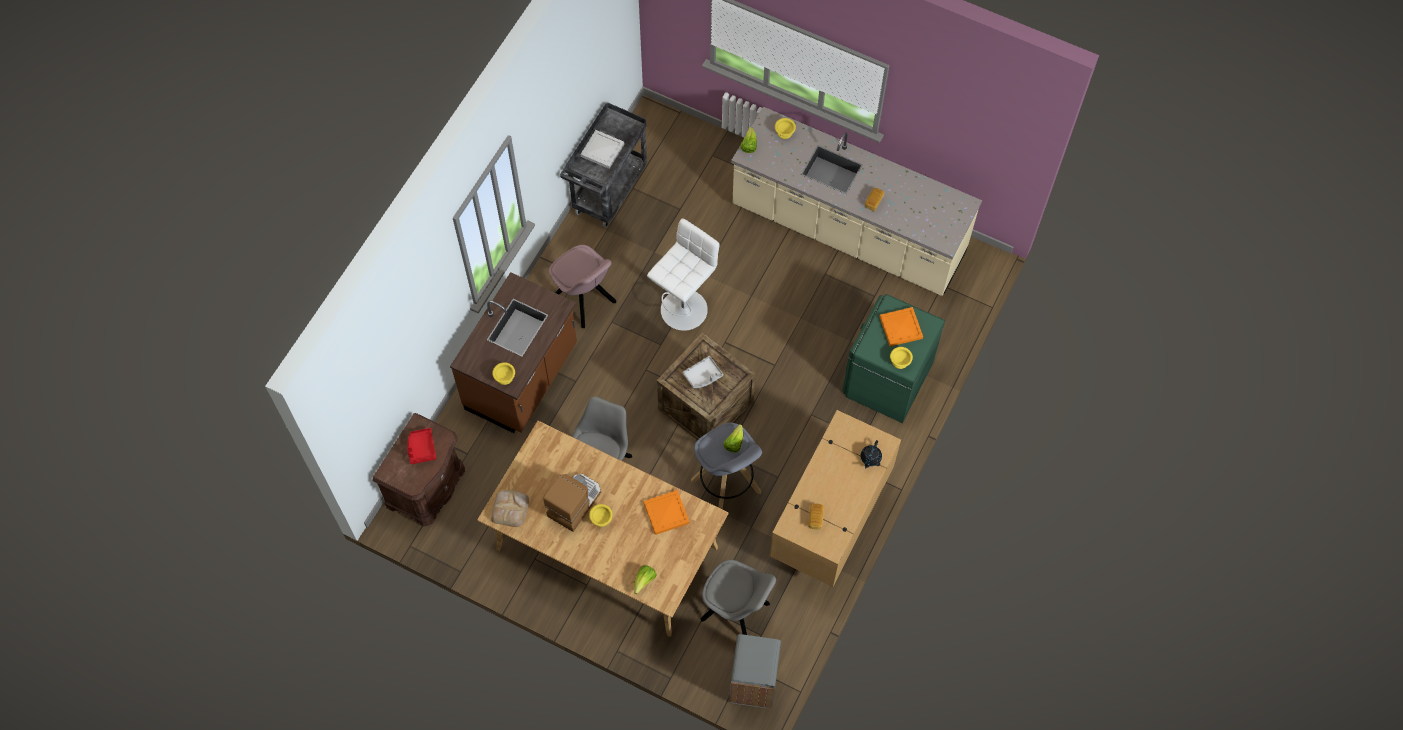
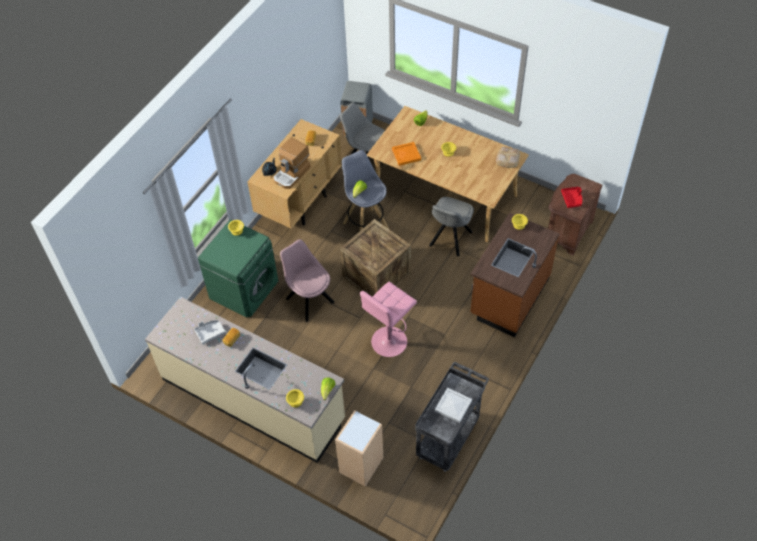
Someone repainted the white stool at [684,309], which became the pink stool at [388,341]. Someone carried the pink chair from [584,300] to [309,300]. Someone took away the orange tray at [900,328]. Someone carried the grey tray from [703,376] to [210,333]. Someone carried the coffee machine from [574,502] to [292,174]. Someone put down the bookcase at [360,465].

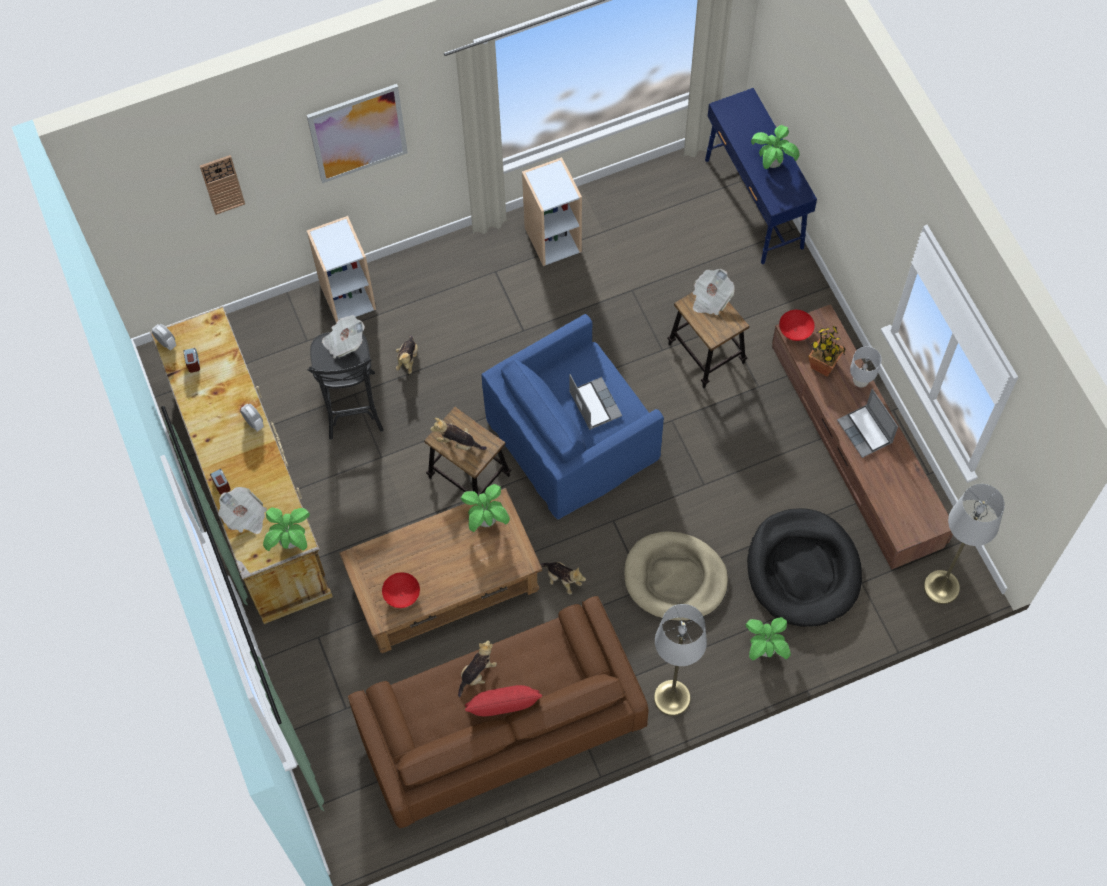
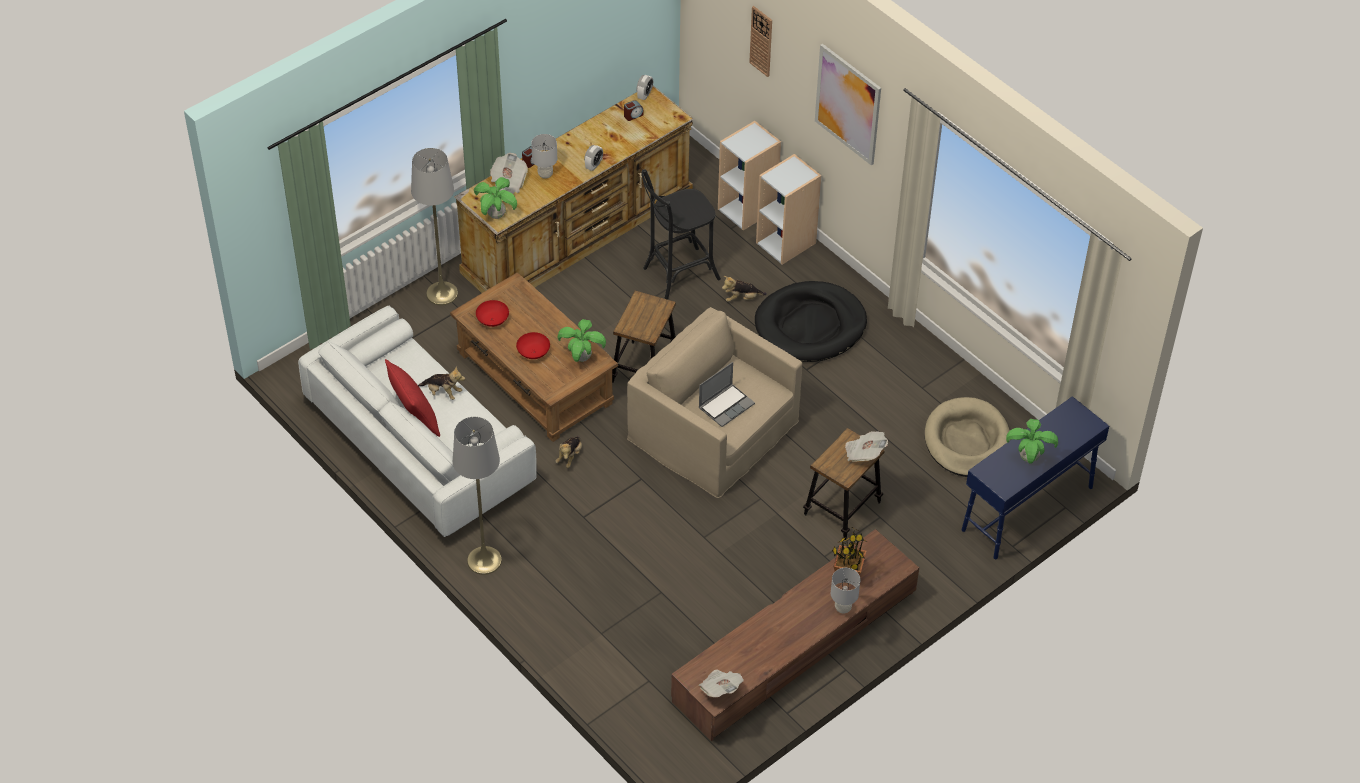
Someone carried the bookcase from [553,239] to [748,209]. Someone carried the red bowl from [794,331] to [533,352]. Someone repainted the blue armchair at [572,436], which became the beige armchair at [713,430]. Someone carried the newspaper from [344,342] to [720,689]. Someone took away the laptop at [865,432]. Someone took away the plush toy at [458,442]. Someone carried the grey floor lamp from [941,587] to [442,293]. Someone carried the black dog bed from [803,570] to [810,325]. Someone carried the beige dog bed from [675,578] to [967,441]. Someone repainted the brown sofa at [500,724], which became the white sofa at [421,447]. Someone took away the potted plant at [765,649]. Someone put down the grey table lamp at [544,175].

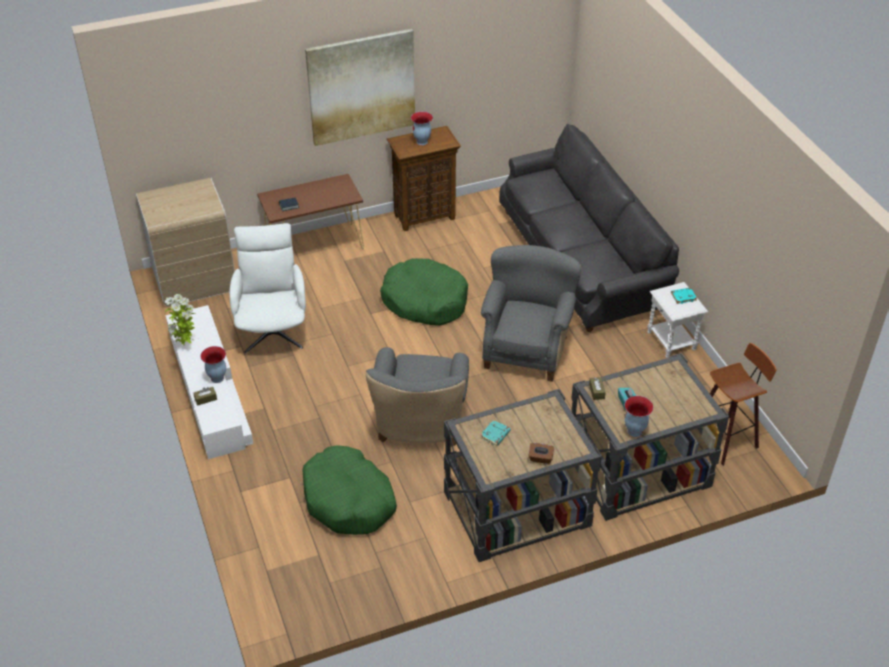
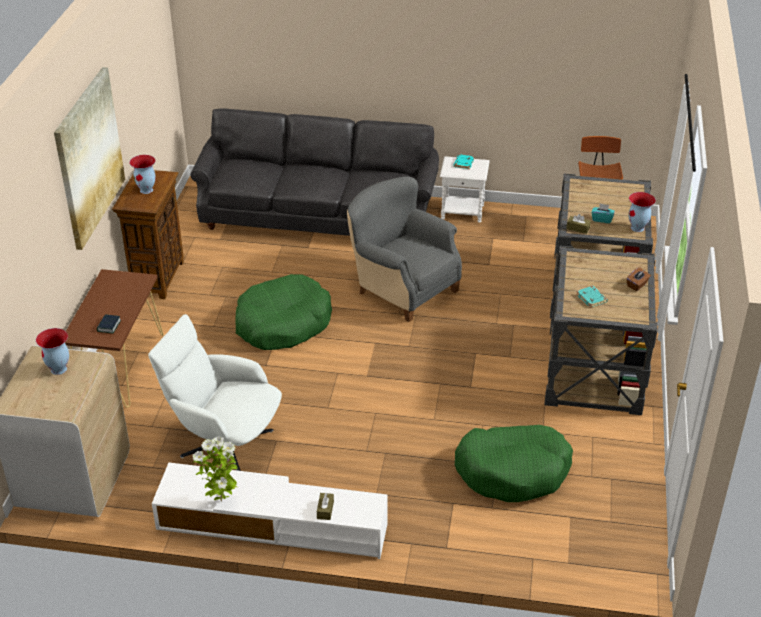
Someone carried the vase from [217,378] to [59,369]. Someone took away the grey armchair at [420,423].

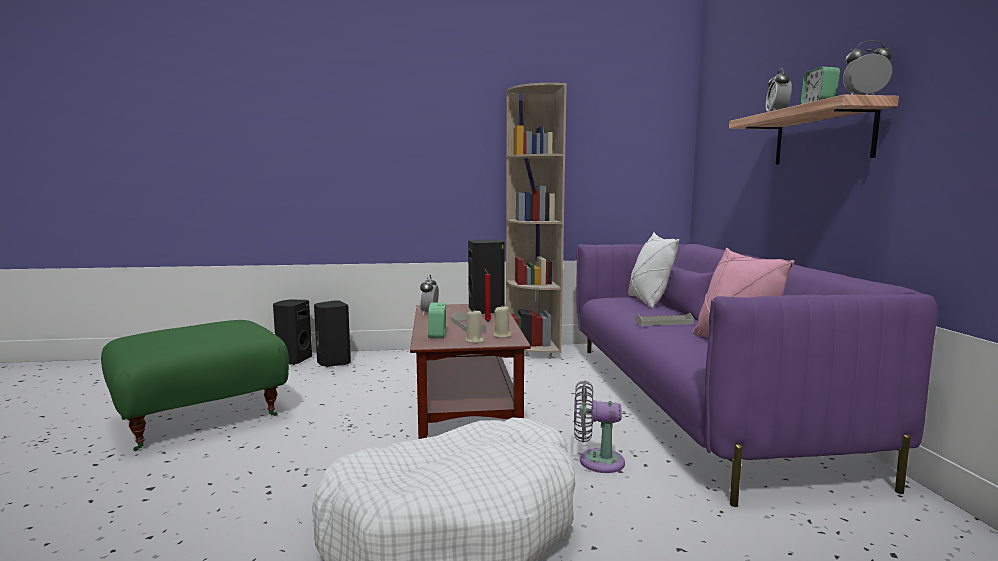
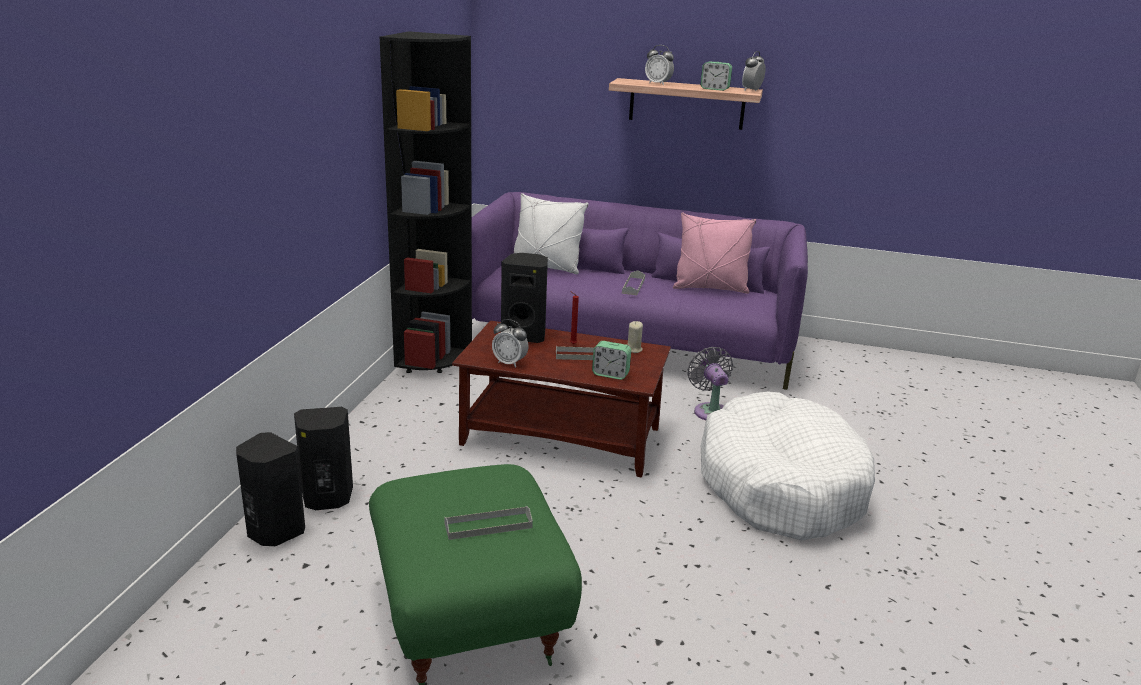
Someone repainted the beige bookcase at [534,352], which became the black bookcase at [432,365]. Someone took away the beige candle at [474,340]. Someone rotated the grey fan at [596,461] by 135 degrees clockwise. Someone put down the grey tray at [488,526].

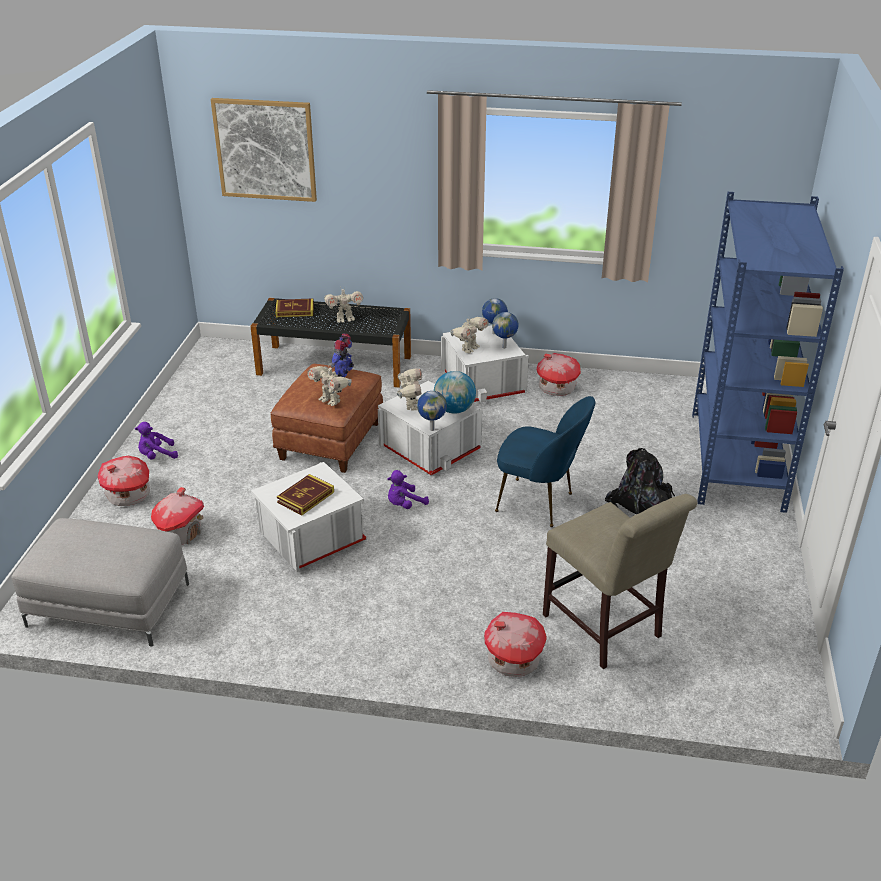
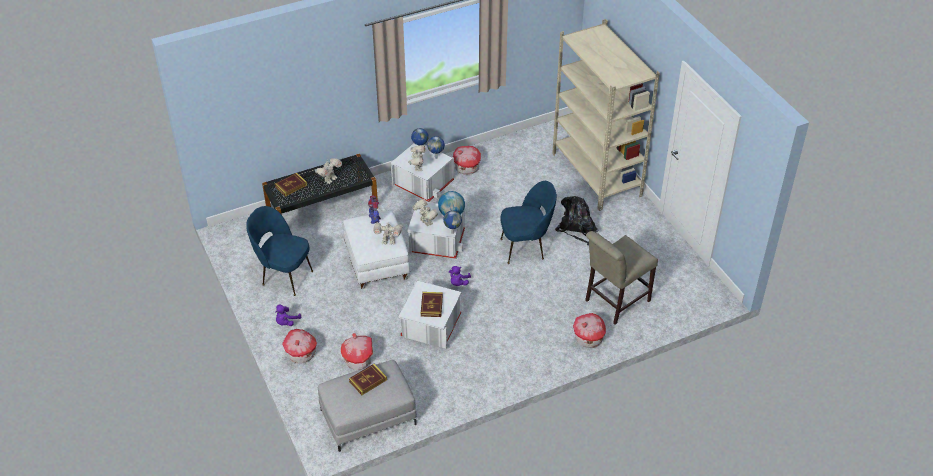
Someone took away the picture at [265,149]. Someone repainted the blue bookcase at [736,460], which became the beige bookcase at [596,174]. Someone repainted the brown ottoman at [331,442], which became the white ottoman at [378,263]. Someone rotated the beige chair at [605,630] by 120 degrees clockwise. Someone put down the blue chair at [284,277]. Someone put down the book at [368,381].

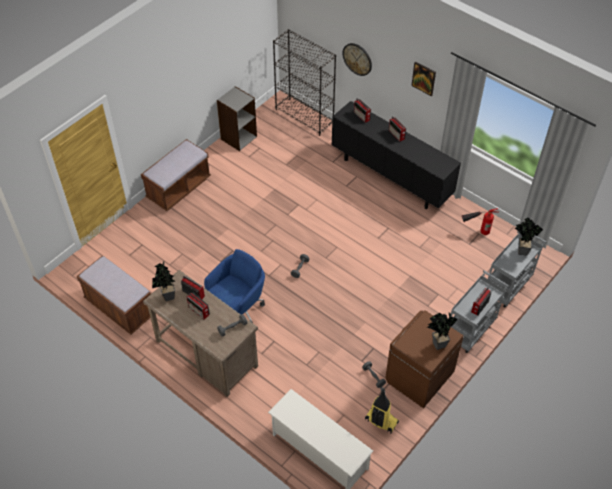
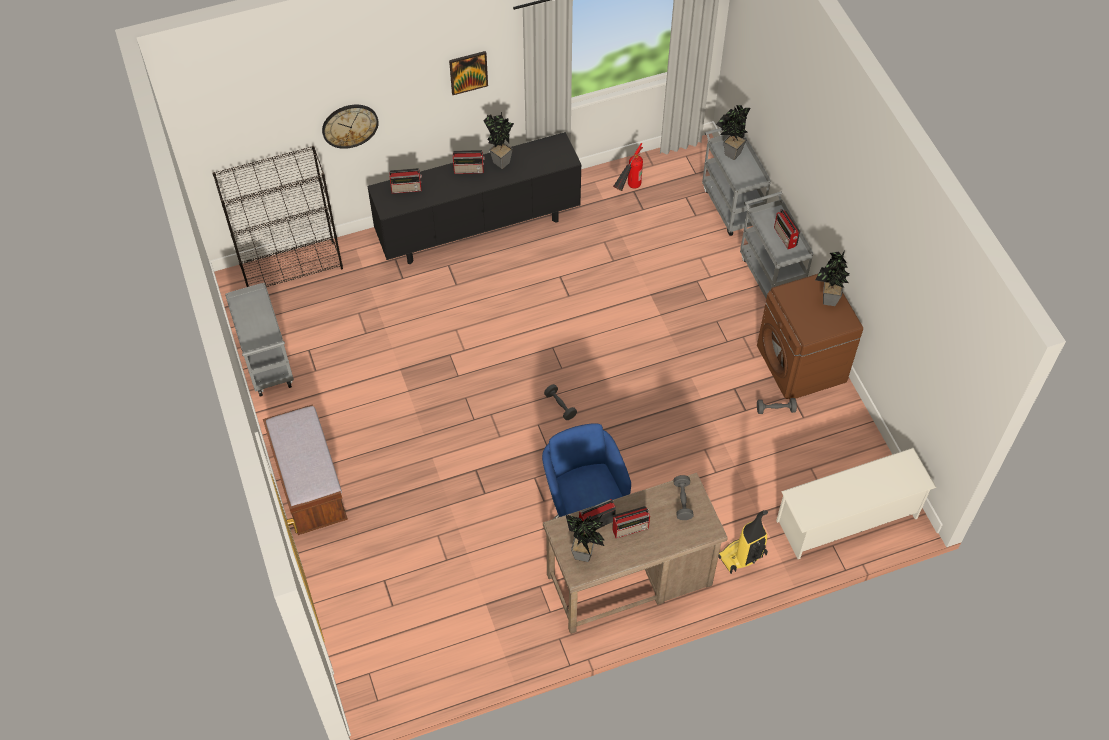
Someone swapped the grey bookcase at [238,137] for the grey cart at [268,366]. Someone took away the brown bench at [120,308]. Someone carried the vacuum cleaner from [380,421] to [742,556]. Someone put down the potted plant at [500,160].

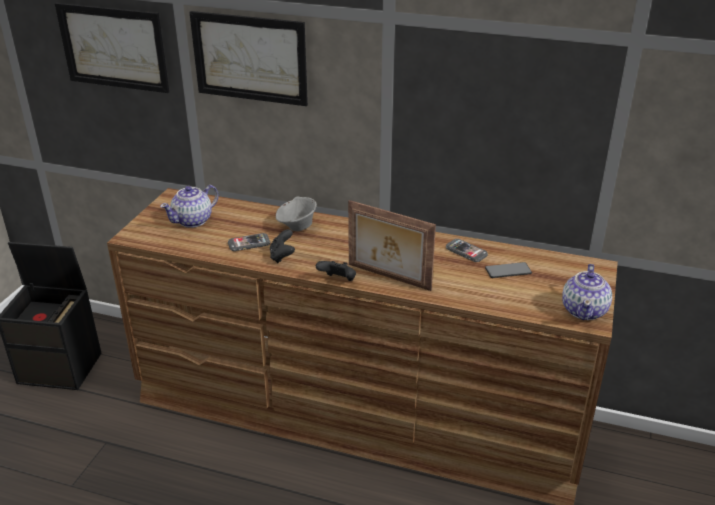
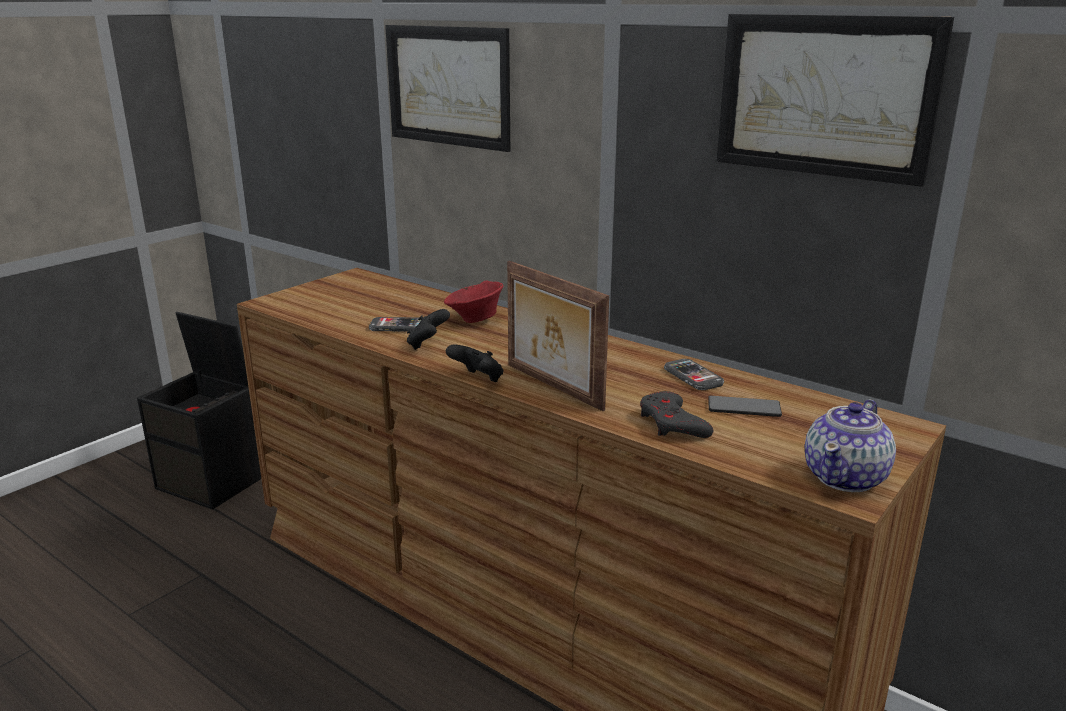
Someone carried the picture from [113,47] to [824,96]. Someone took away the teapot at [193,221]. Someone repainted the grey bowl at [297,227], which became the red bowl at [475,320]. Someone put down the grey game controller at [672,423].

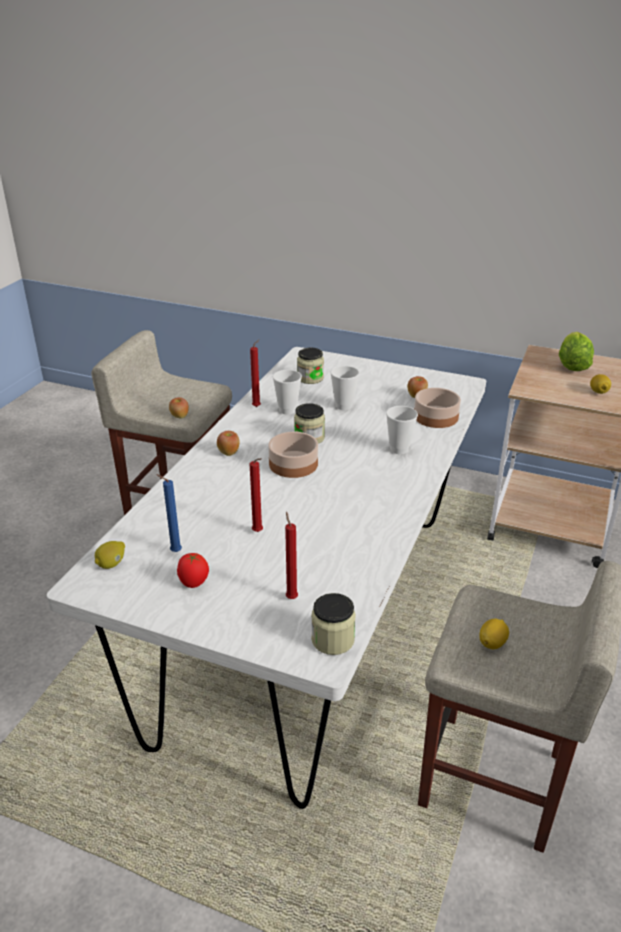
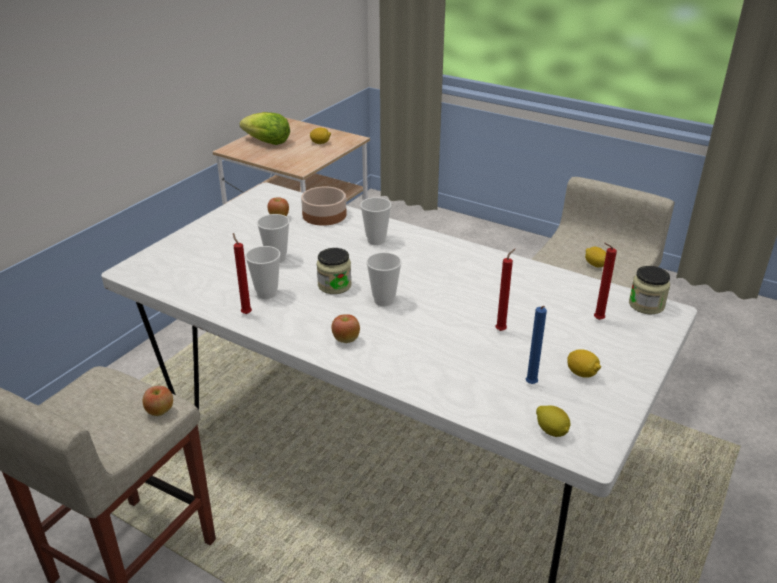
Someone took away the jar at [310,378]. Someone swapped the bowl at [292,464] for the cup at [384,300]. Someone swapped the tomato at [194,583] for the lemon at [582,373].

